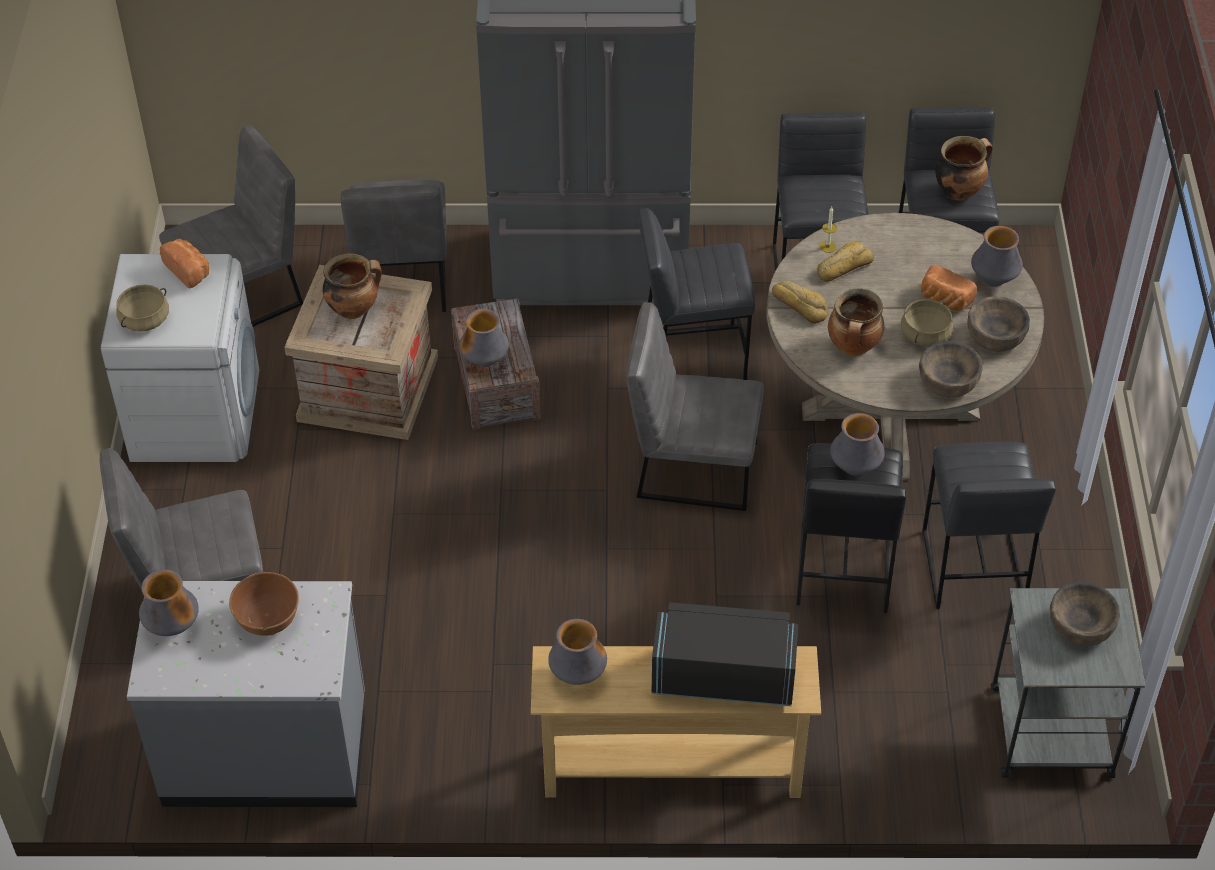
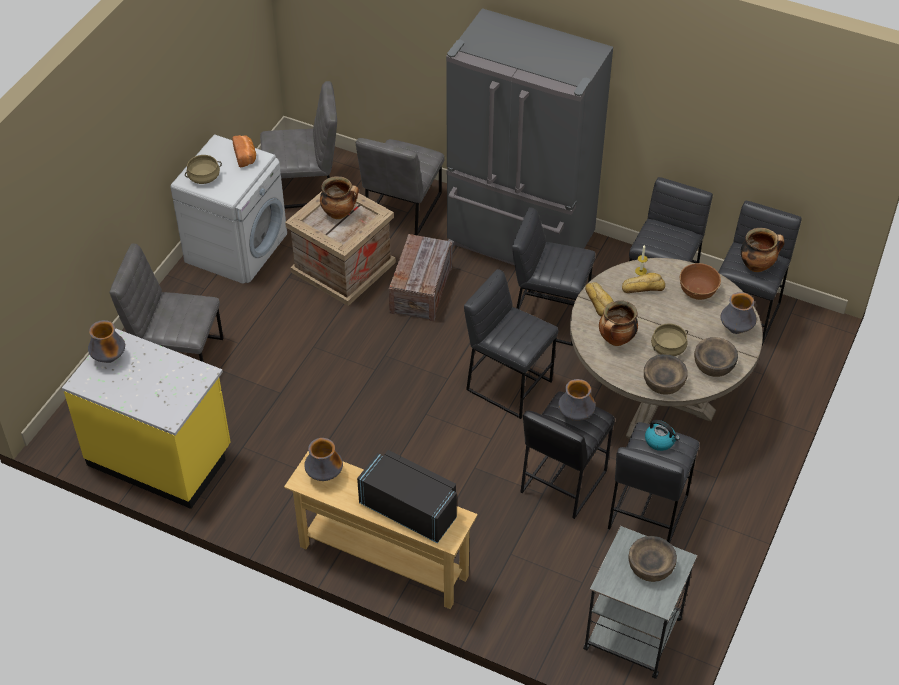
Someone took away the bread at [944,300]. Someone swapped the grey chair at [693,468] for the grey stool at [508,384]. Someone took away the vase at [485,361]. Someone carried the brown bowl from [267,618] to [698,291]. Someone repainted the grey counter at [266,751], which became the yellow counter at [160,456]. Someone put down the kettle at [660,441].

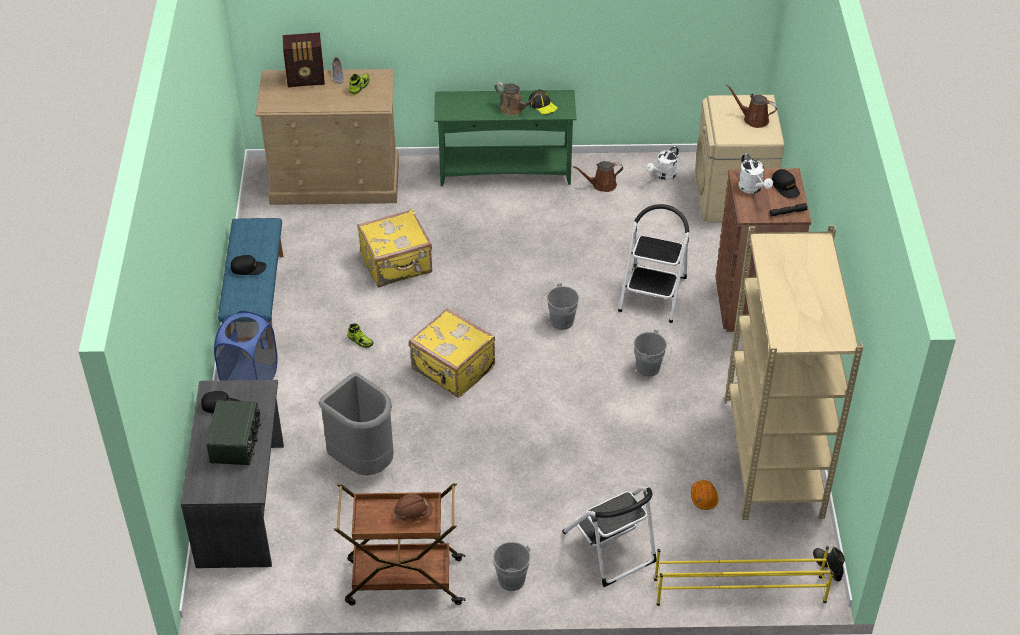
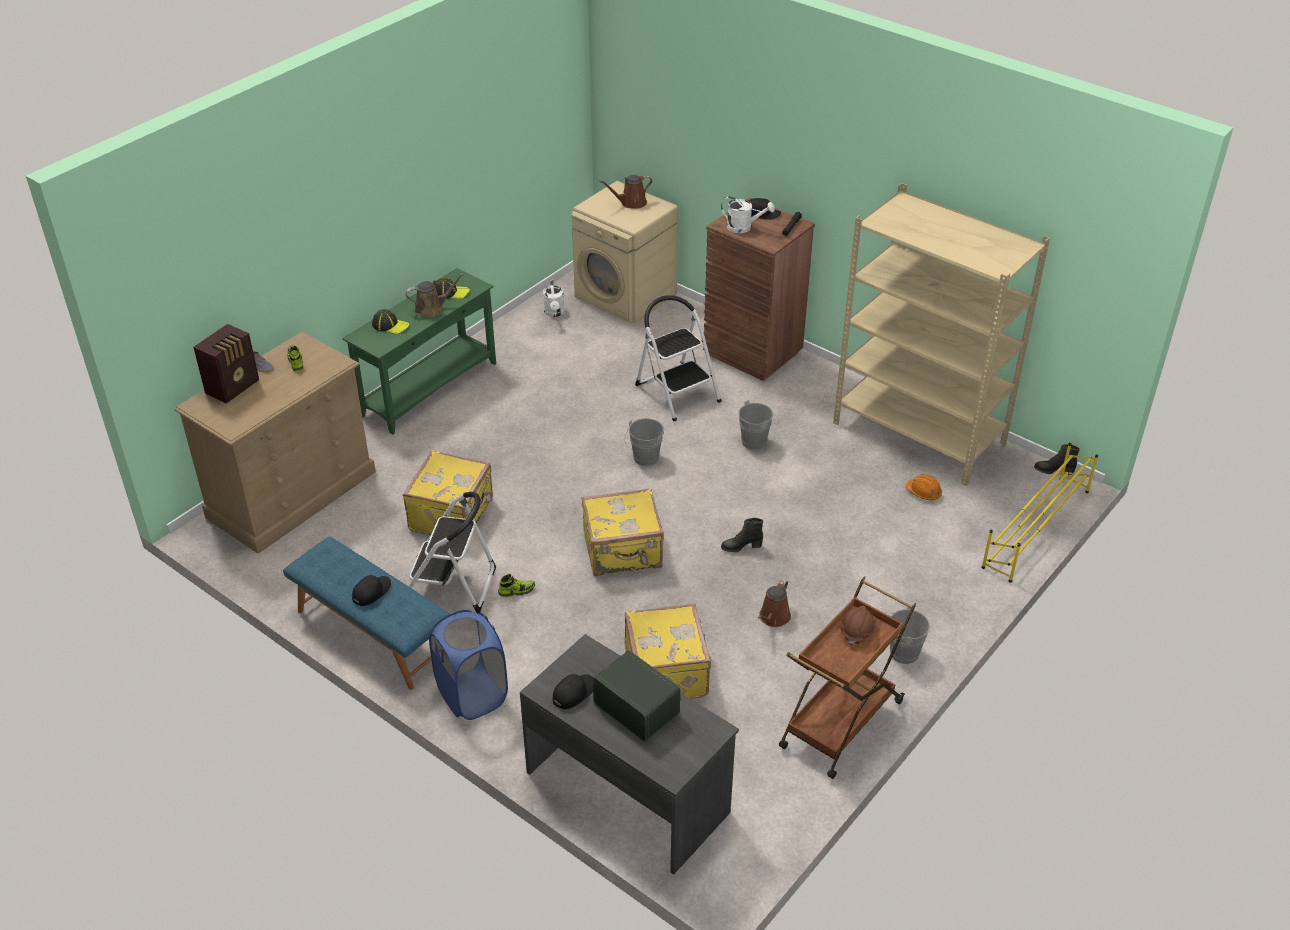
Someone carried the brown watering can from [602,185] to [773,618]. Someone swapped the grey trash can at [363,461] for the yellow suitcase at [668,672]. Someone carried the step ladder from [610,549] to [451,585]. Someone put down the cap at [390,325]. Someone put down the black boot at [741,547].

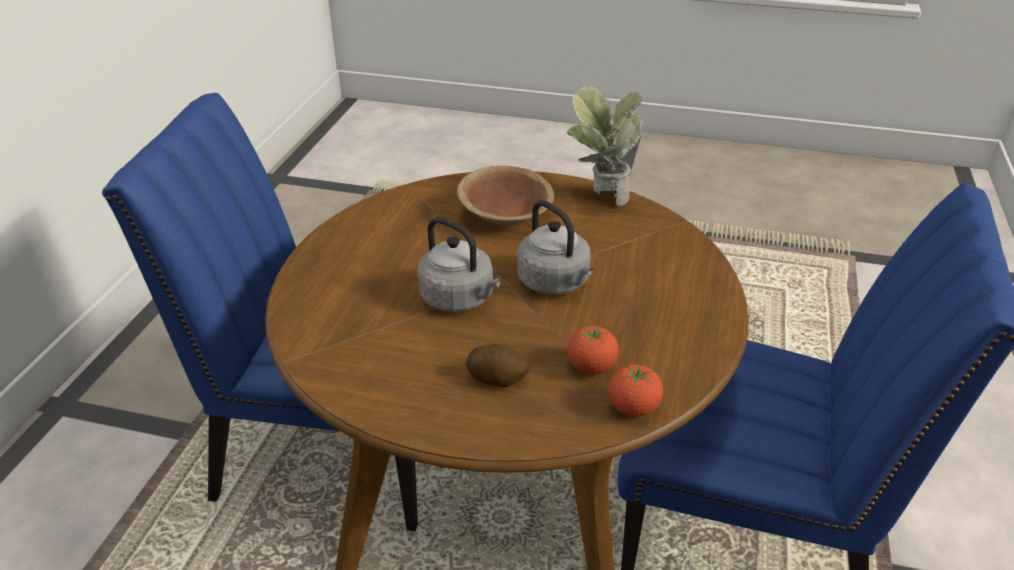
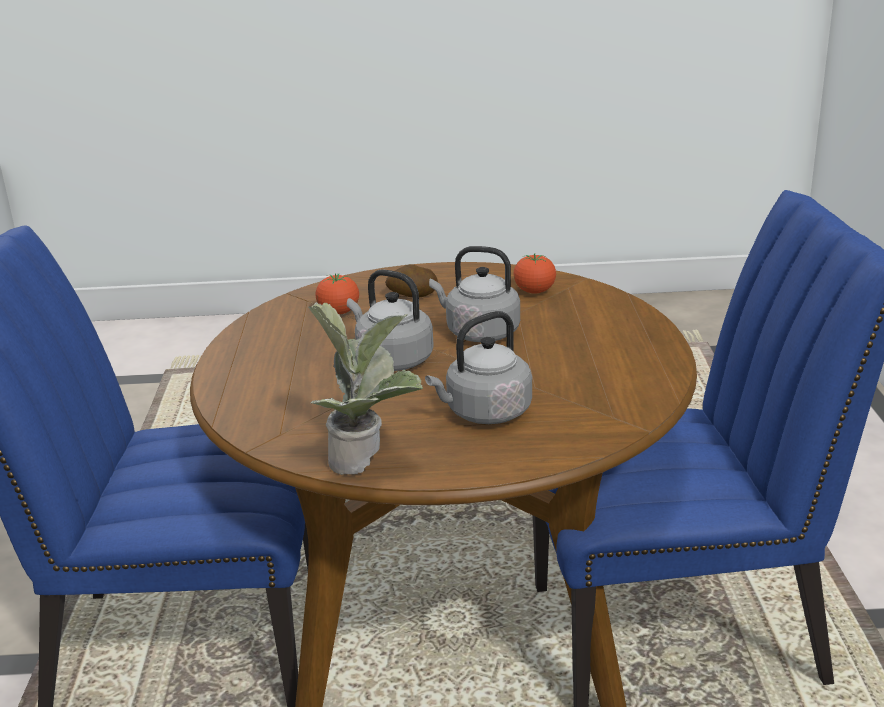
Someone swapped the brown bowl at [505,216] for the grey kettle at [484,413]. Someone carried the tomato from [633,408] to [534,292].

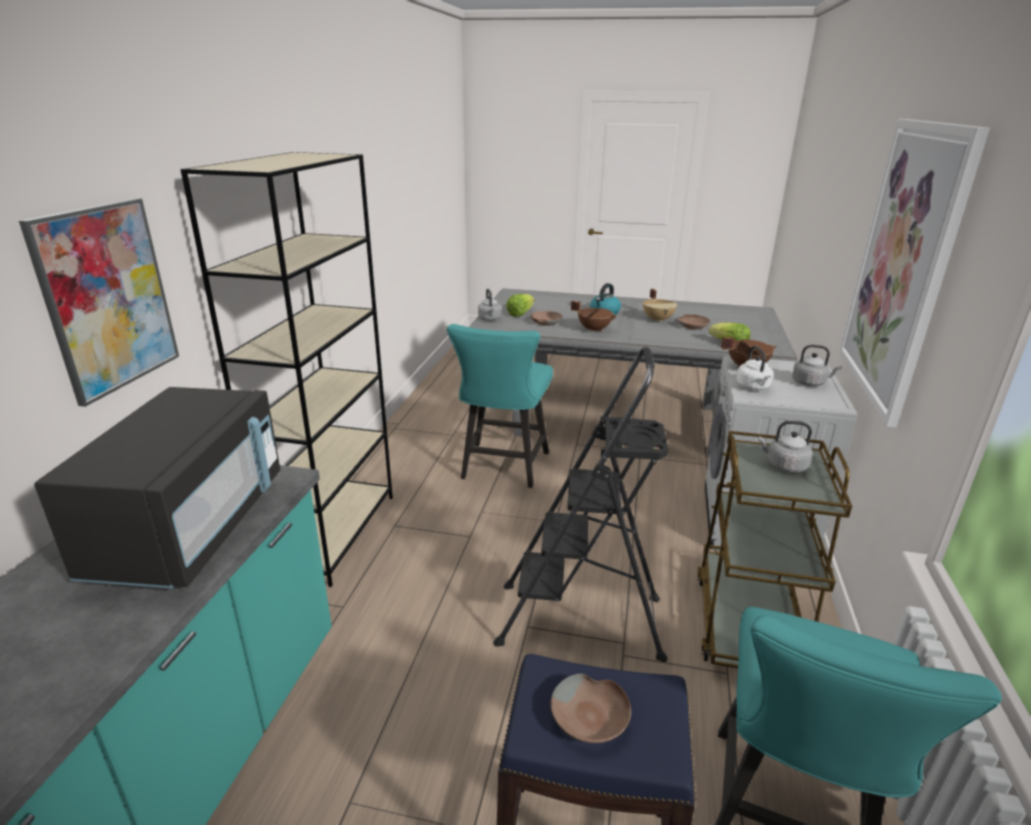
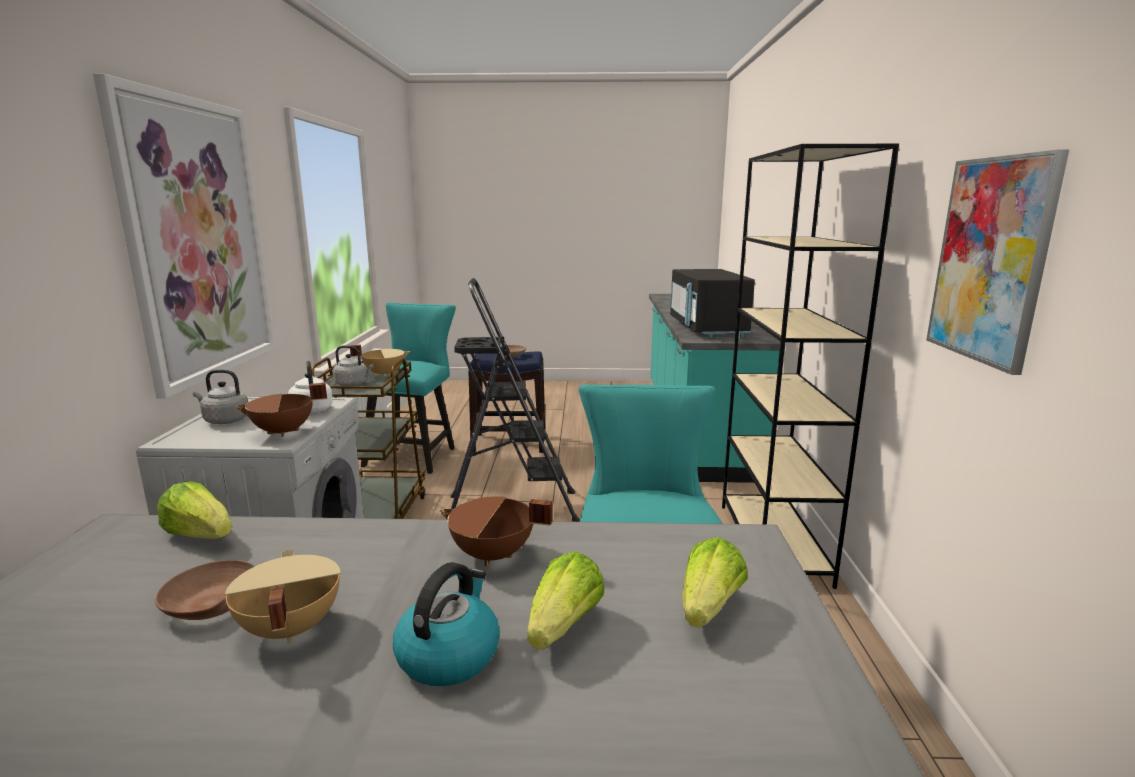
Someone carried the picture from [107,298] to [990,260]. Someone took away the grey kettle at [490,319]. Someone took away the brown bowl at [545,322]. Someone put down the beige cooking pot at [384,374]. Someone put down the lettuce at [564,626].

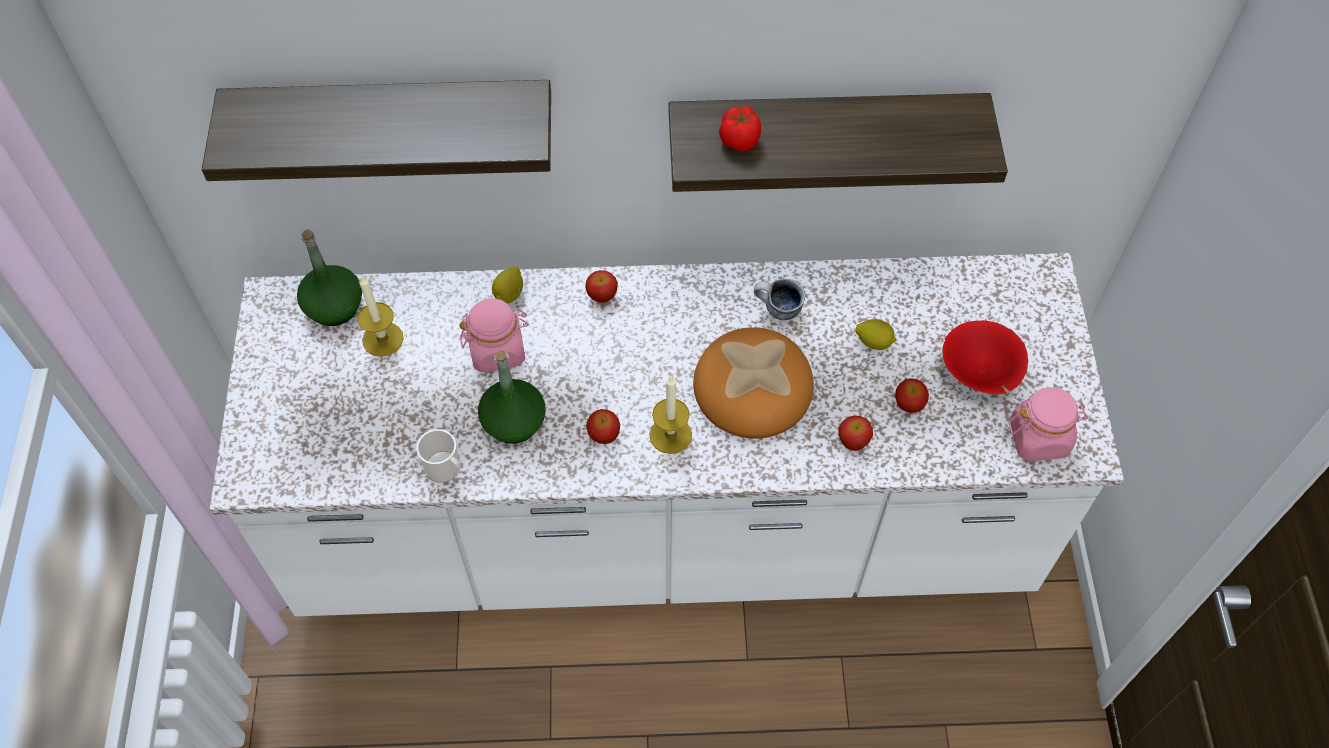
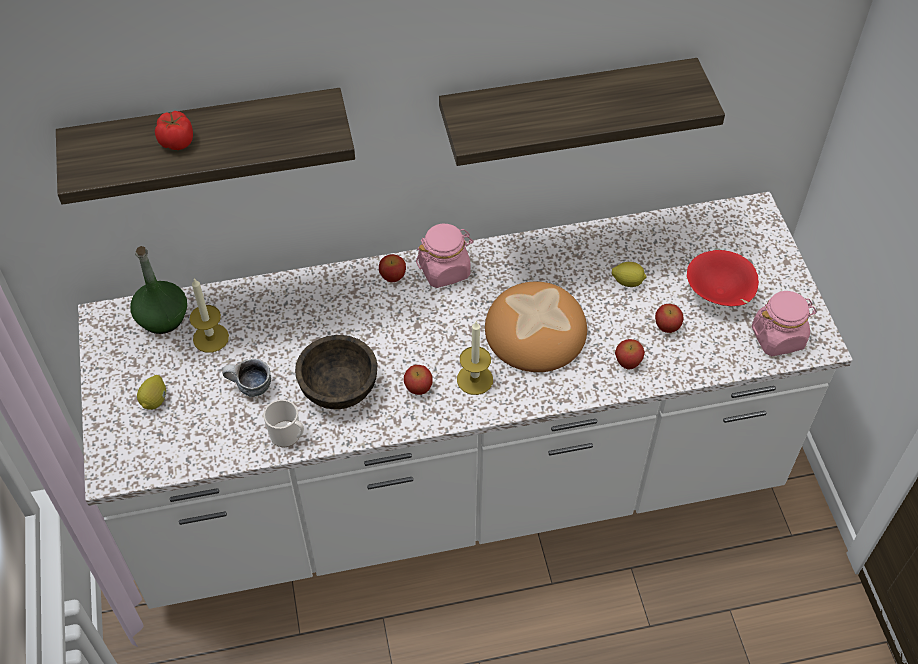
Someone carried the tomato from [740,139] to [177,141]. Someone carried the lemon from [509,294] to [155,400]. Someone carried the mug from [777,310] to [250,388]. Someone carried the pink jar from [498,350] to [444,270]. Someone swapped the green bottle at [513,422] for the brown bowl at [339,389].

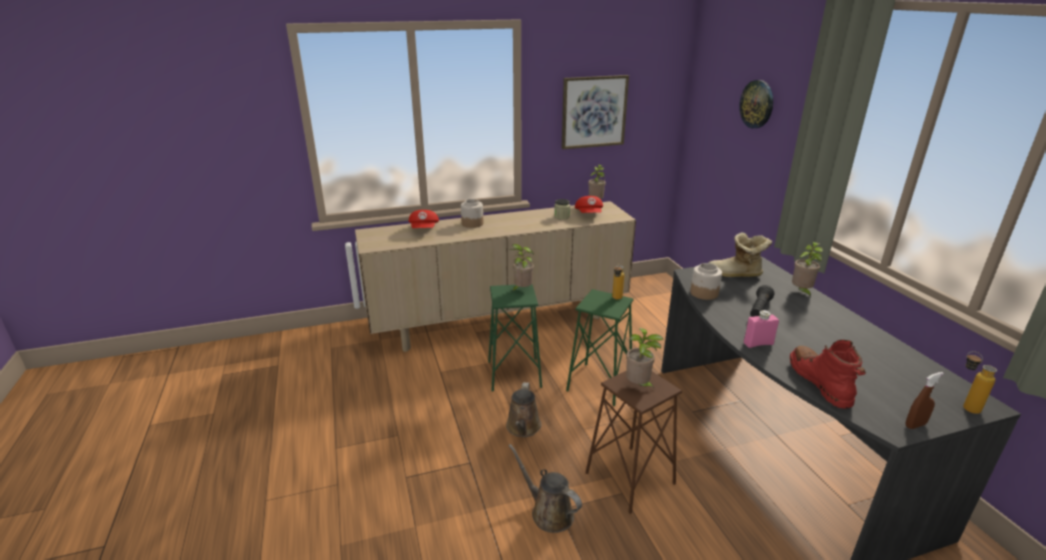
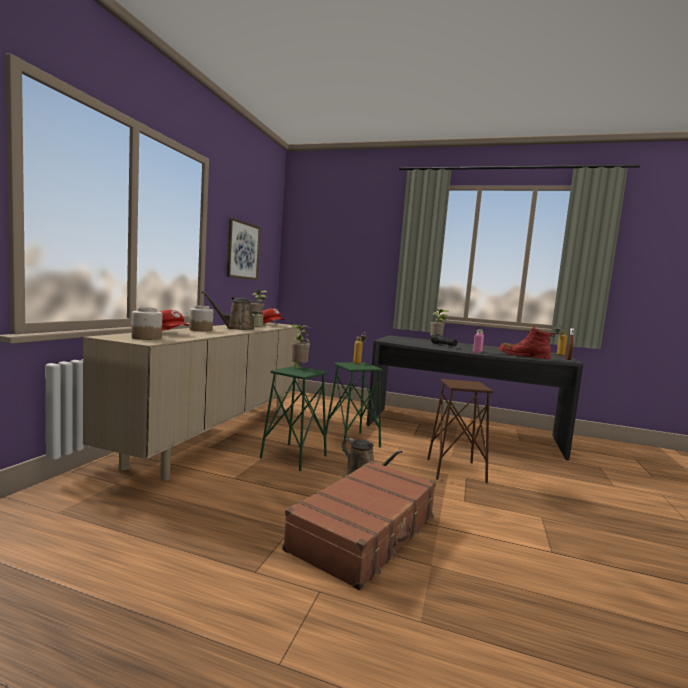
Someone took away the wall clock at [757,104]. Someone took away the boot at [735,275]. Someone carried the jar from [703,293] to [146,338]. Someone took away the potted plant at [639,386]. Someone carried the brown watering can from [549,512] to [237,328]. Someone put down the brown suitcase at [366,532].

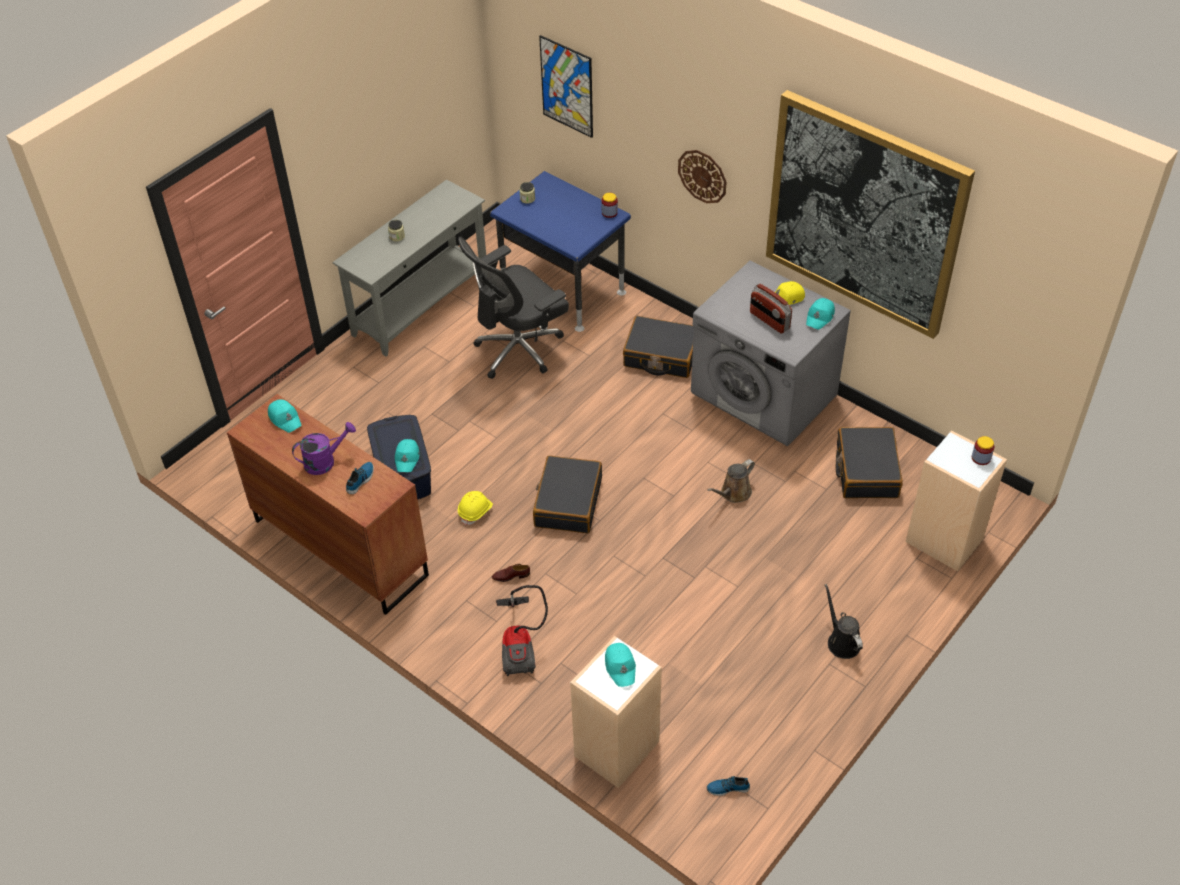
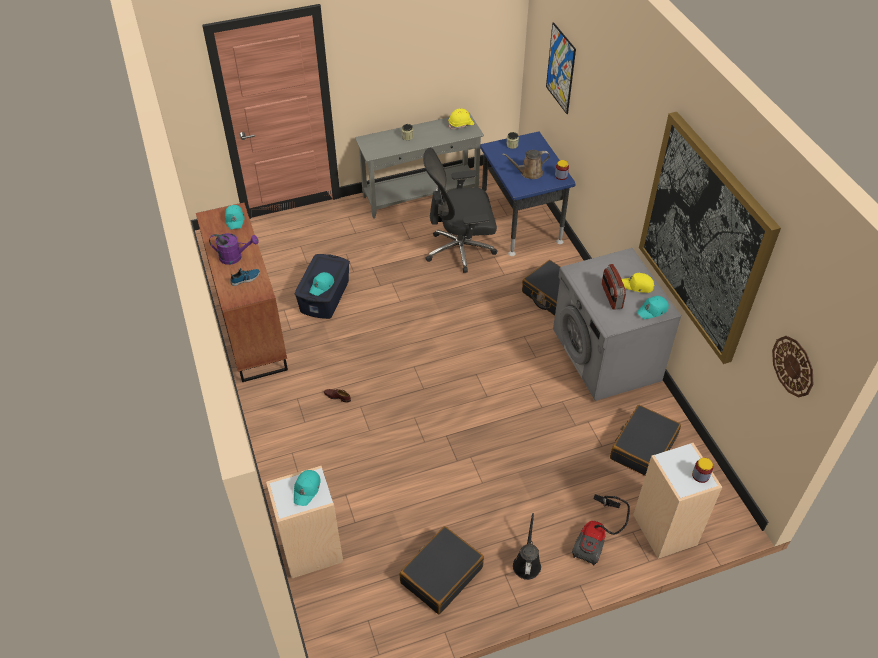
Someone carried the wall clock from [702,176] to [793,366]. Someone carried the black suitcase from [567,502] to [441,575]. Someone carried the brown watering can from [733,493] to [529,173]. Someone carried the yellow hard hat from [475,511] to [461,125]. Someone carried the vacuum cleaner from [520,644] to [596,538]. Someone took away the shoe at [728,787].

